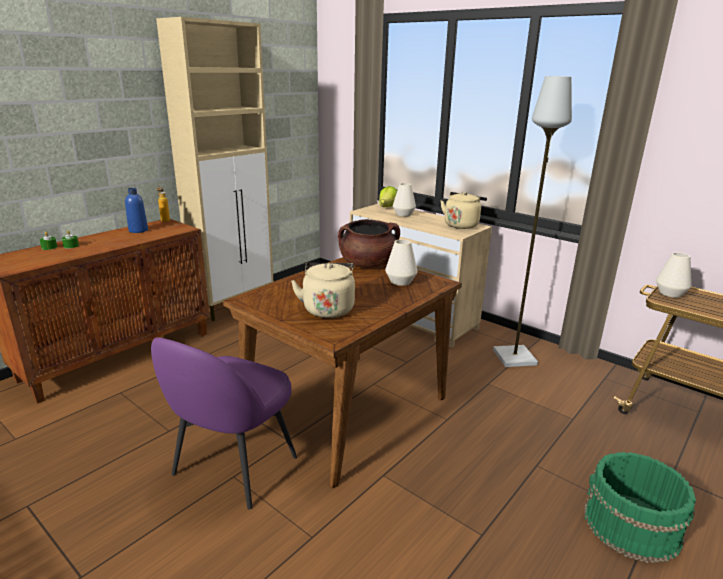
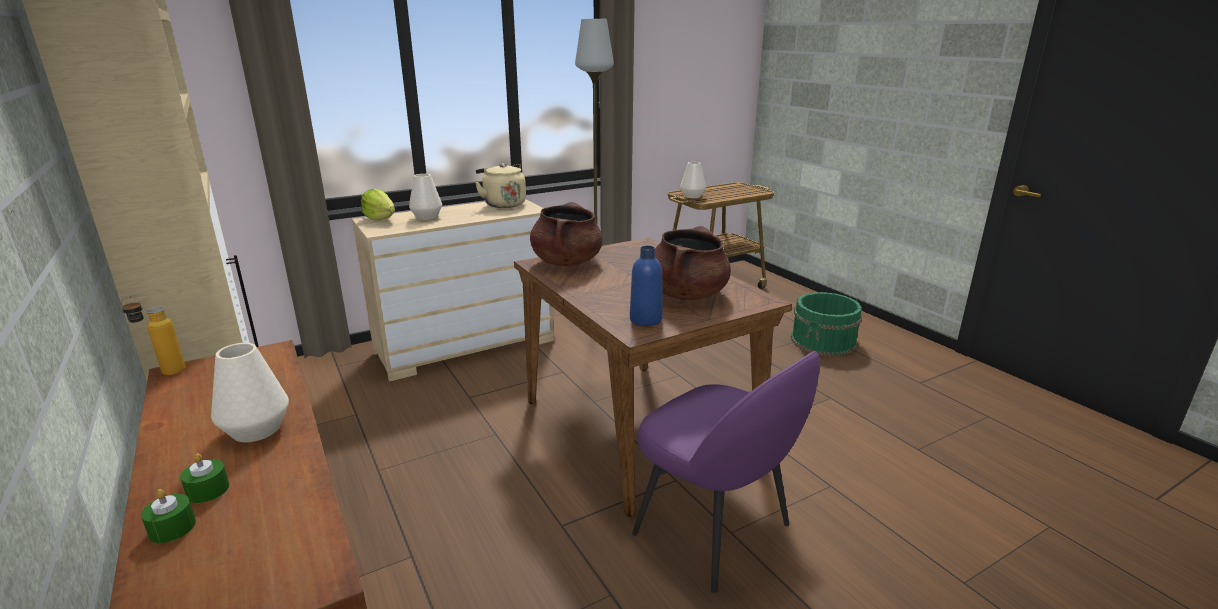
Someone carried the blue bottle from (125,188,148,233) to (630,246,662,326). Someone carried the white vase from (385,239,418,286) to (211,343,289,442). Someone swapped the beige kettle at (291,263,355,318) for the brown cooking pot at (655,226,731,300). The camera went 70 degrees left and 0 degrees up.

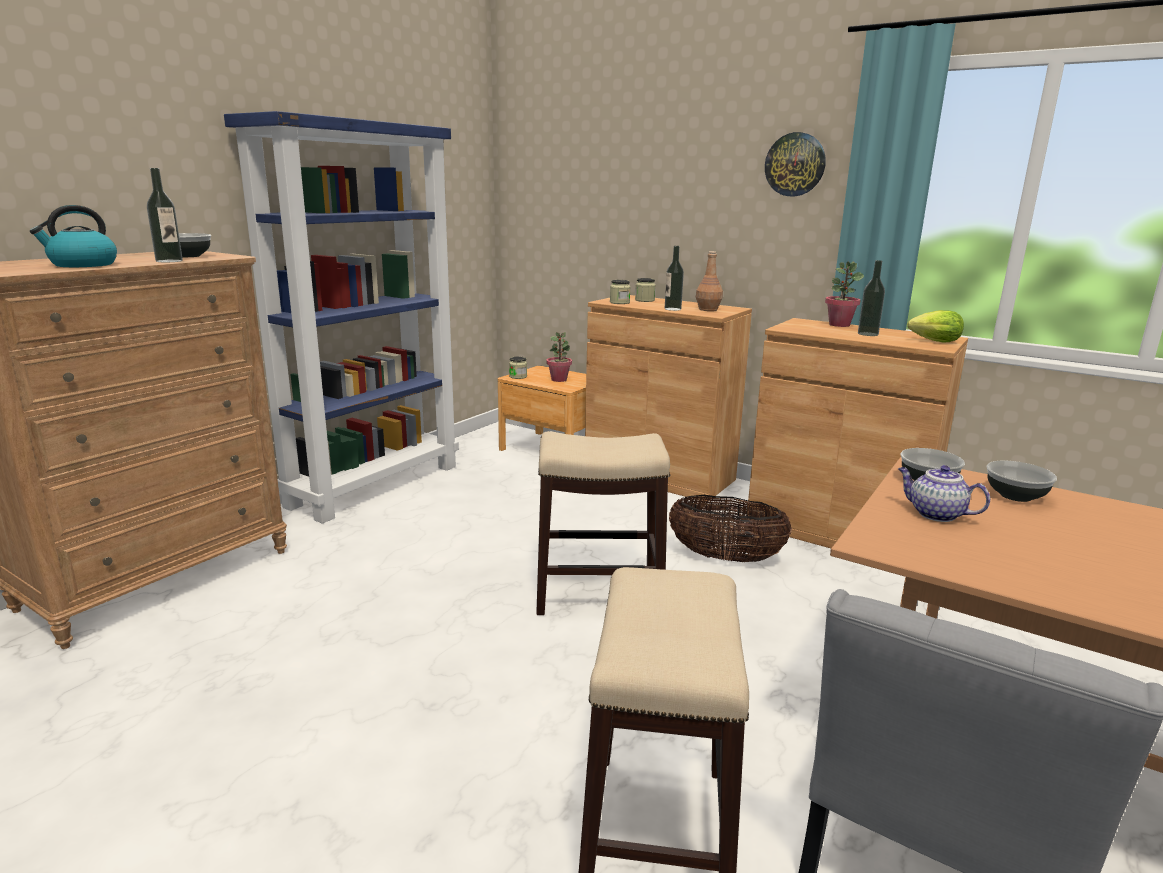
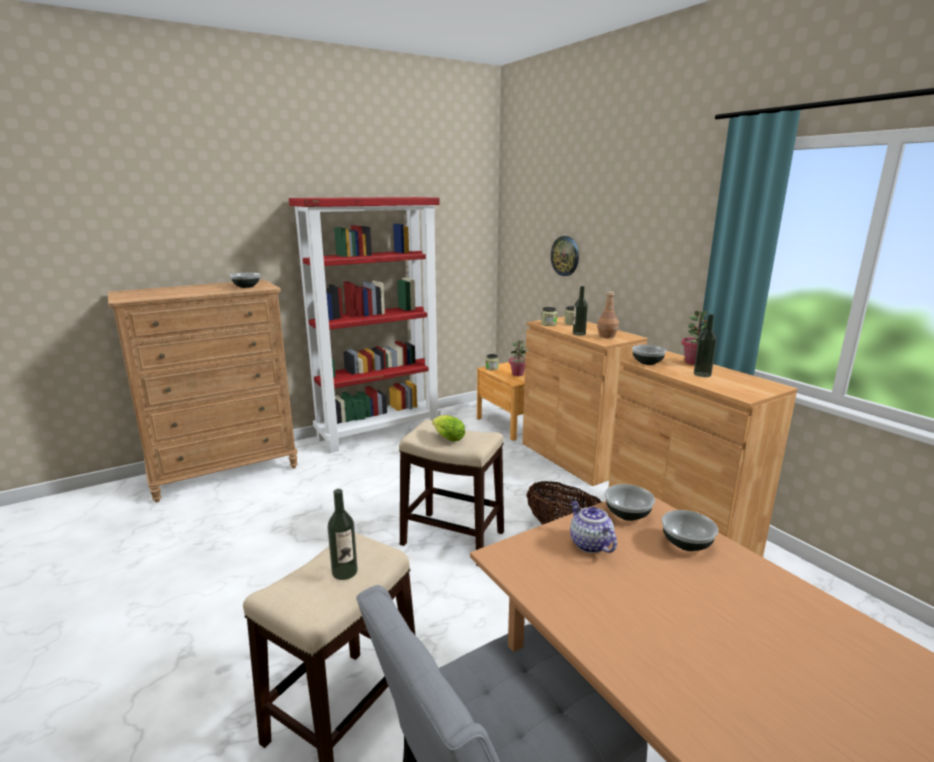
Someone repainted the blue bookcase at (224,111,459,523), which became the red bookcase at (289,197,441,453). Someone carried the wall clock from (765,132,826,196) to (551,236,579,276). Someone carried the bottle from (147,168,183,262) to (327,489,358,580). Someone took away the kettle at (30,205,117,267). Someone carried the lettuce from (907,310,964,342) to (432,415,465,442). Someone put down the bowl at (632,345,666,365). The camera went 25 degrees right and 0 degrees up.

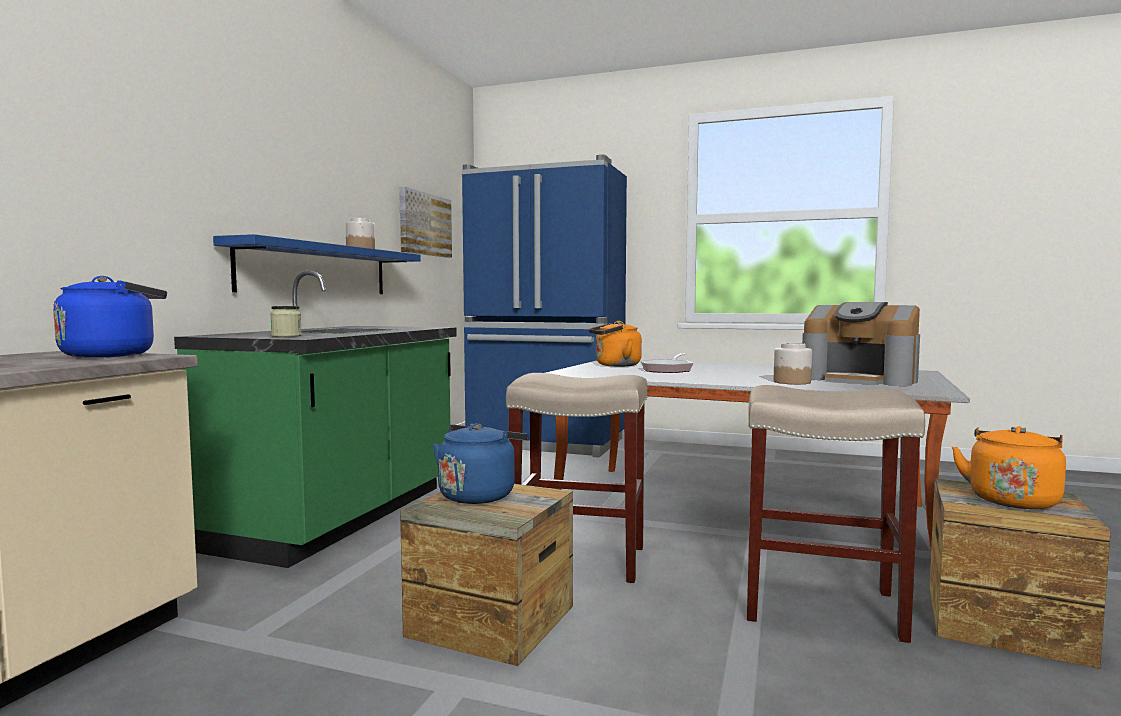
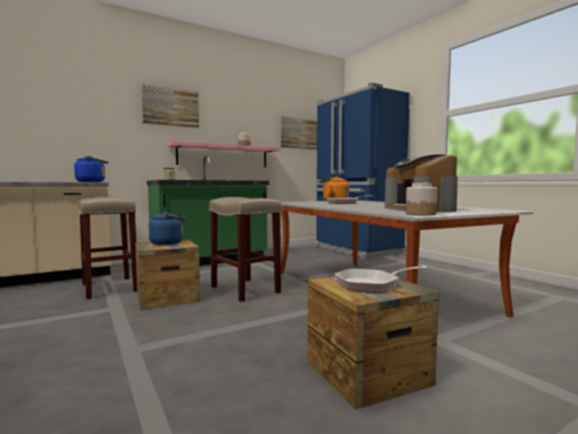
Someone repainted the blue shelf at (213,234,421,294), which became the pink shelf at (168,141,280,168). Someone carried the jar from (774,343,812,384) to (406,183,437,216). Someone carried the beige stool from (747,385,925,643) to (78,197,137,299). Someone swapped the orange kettle at (952,426,1066,509) for the frying pan at (334,266,427,293). Someone put up the picture at (141,84,199,128). The camera went 40 degrees right and 0 degrees up.

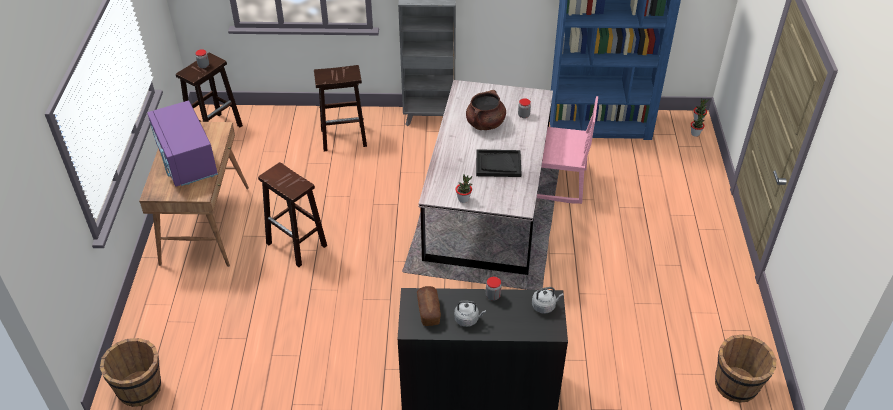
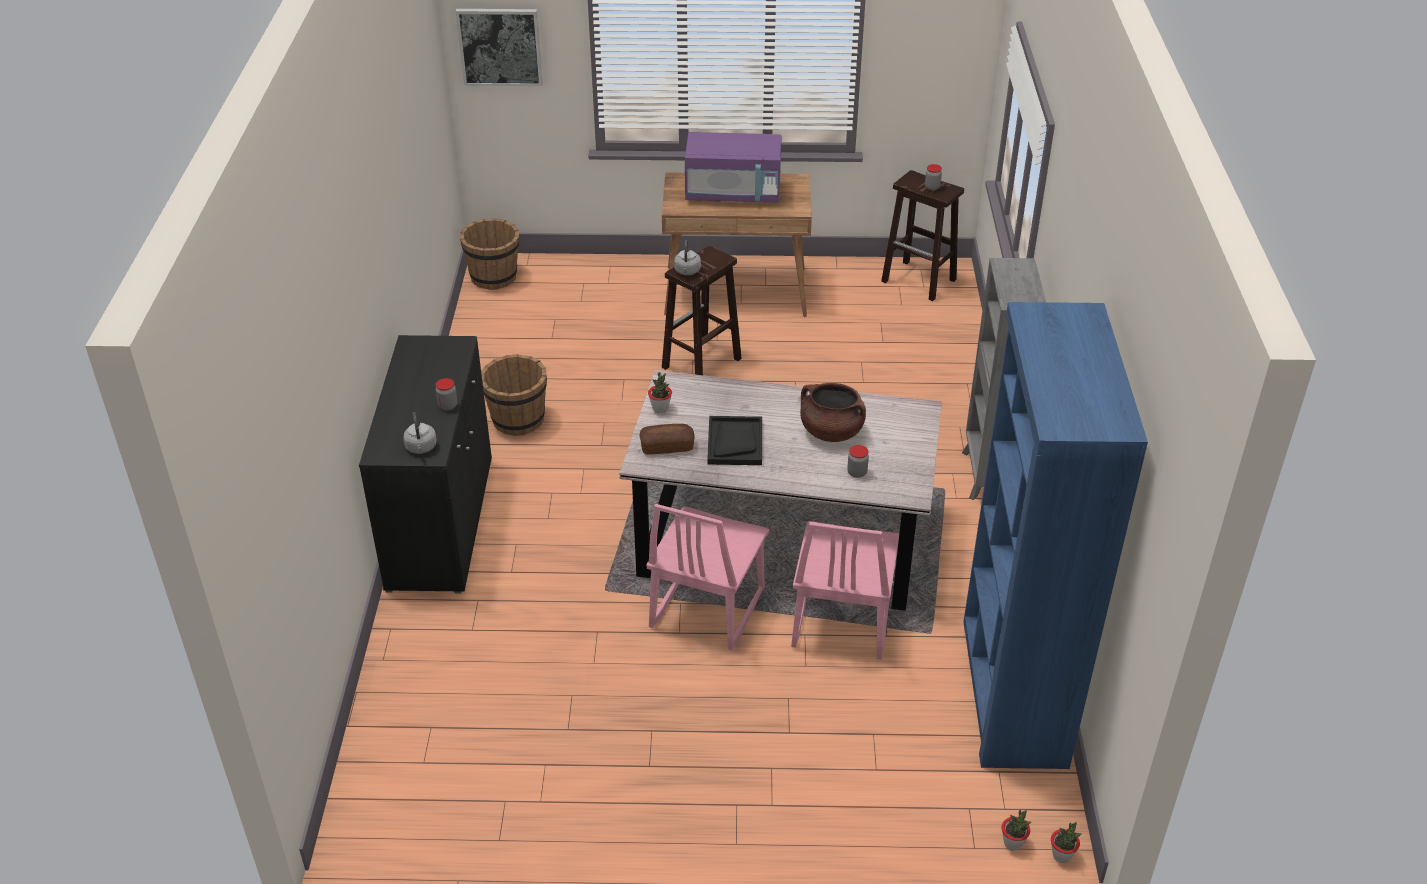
Someone took away the brown stool at (314,65,367,152). Someone rotated the purple microwave at (147,101,218,187) by 150 degrees counterclockwise. Someone carried the bread from (417,286,441,326) to (640,424,695,455). Someone carried the grey kettle from (454,301,486,327) to (674,240,701,275). Someone carried the brown bucket from (715,334,776,403) to (481,354,547,436). Someone put up the picture at (456,9,543,86). Someone put down the pink chair at (646,504,769,651). The camera went 90 degrees right and 5 degrees down.

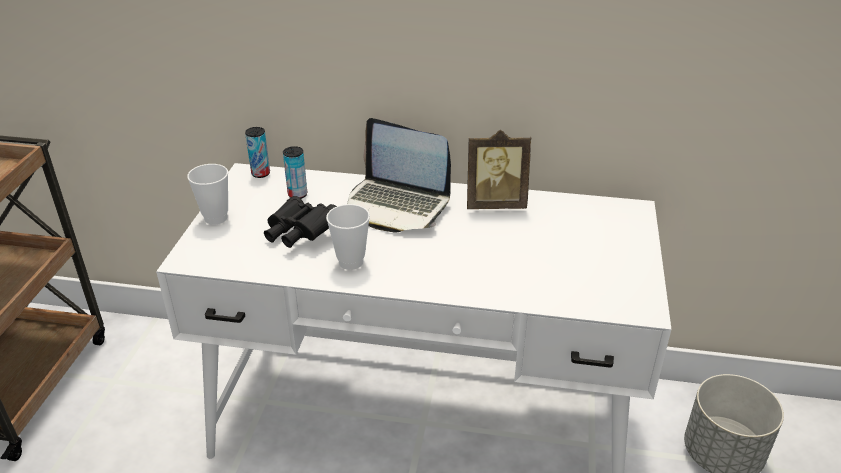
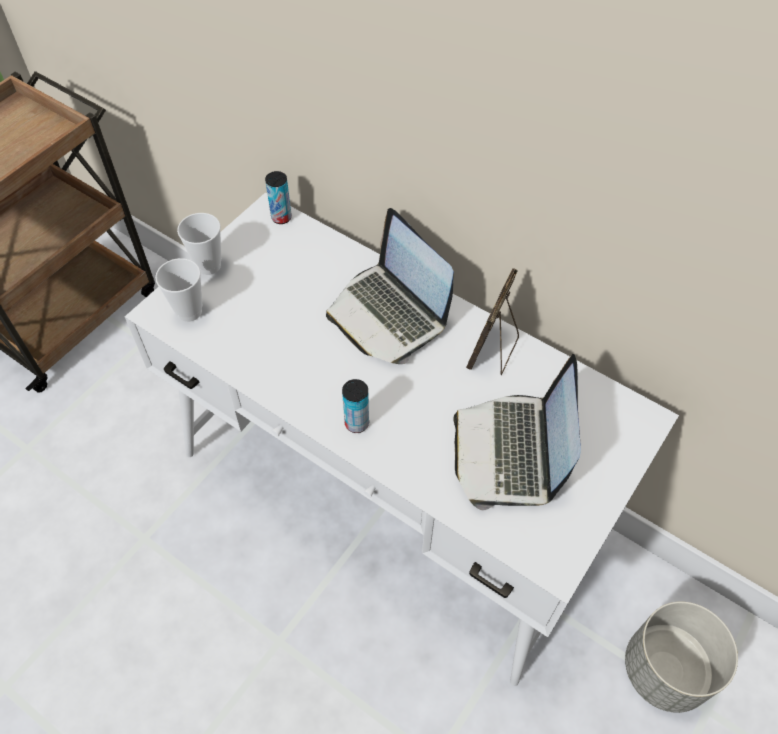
Someone rotated the picture frame at (467,130,531,209) by 90 degrees clockwise. Someone carried the can from (283,146,307,199) to (342,379,369,433). Someone took away the black binoculars at (264,196,337,248). Someone carried the cup from (326,204,370,270) to (155,258,202,322). Someone put down the laptop at (453,354,581,510). The camera went 25 degrees right and 20 degrees up.

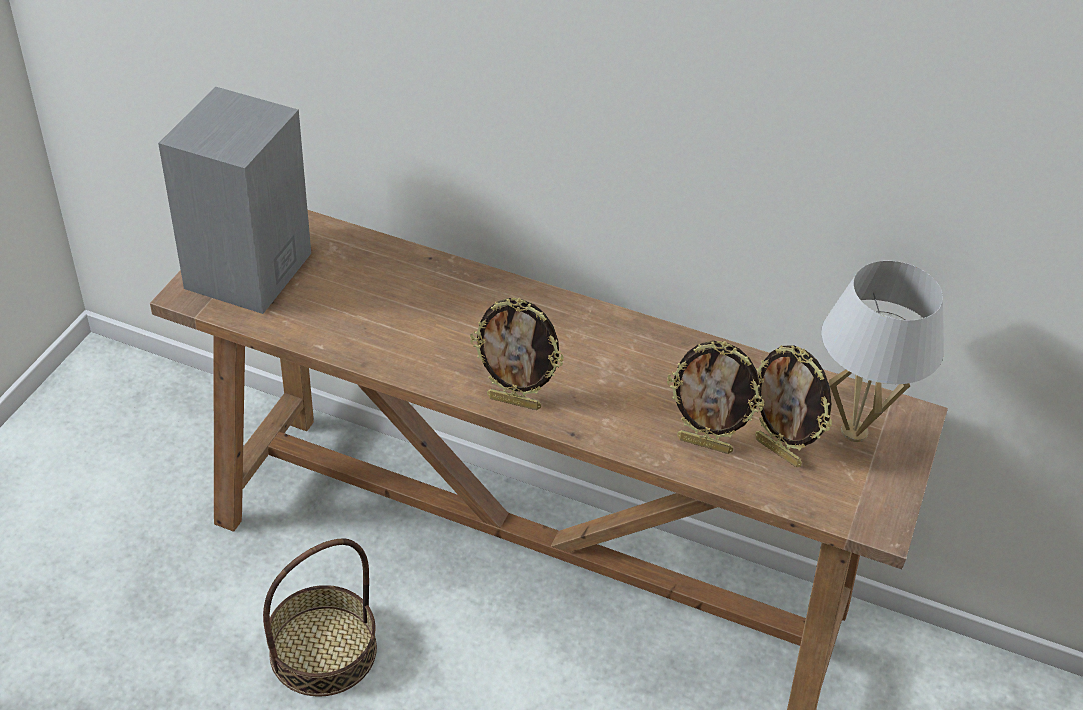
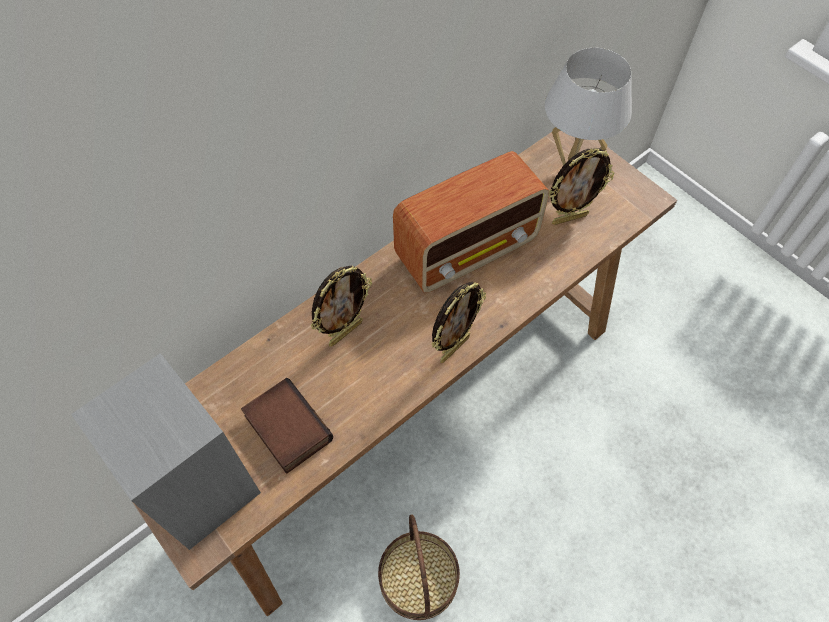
Someone carried the picture frame from (667,341,764,454) to (311,266,372,347). Someone put down the radio at (393,151,549,293). Someone put down the book at (241,378,333,474). The camera went 60 degrees left and 15 degrees up.

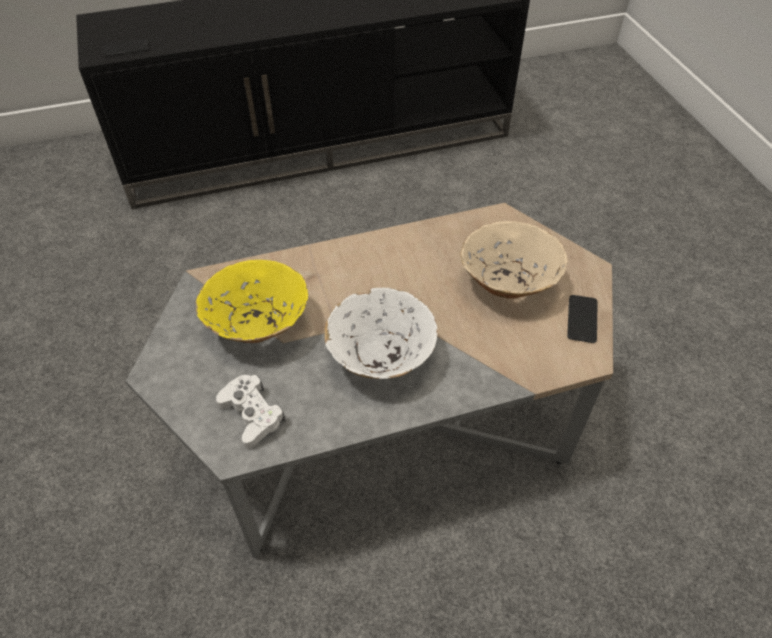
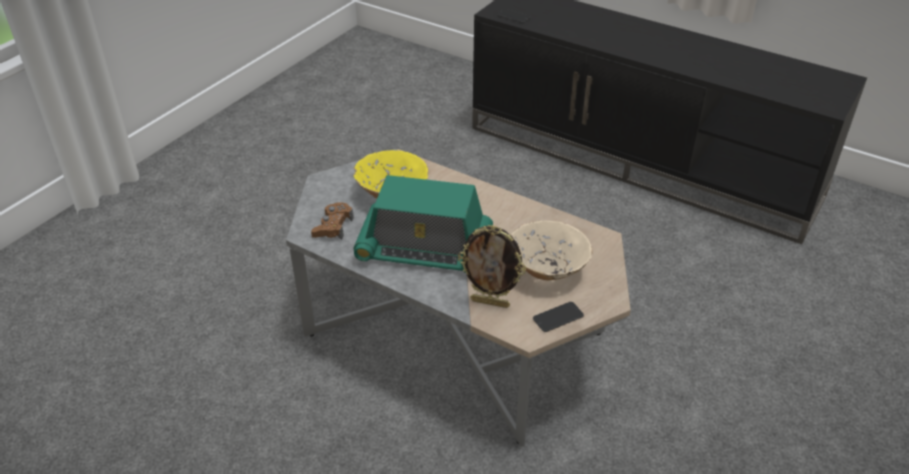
Someone swapped the white bowl at (324,288,438,379) for the radio at (354,175,493,273). Someone repainted the white game controller at (216,375,286,448), which became the brown game controller at (311,202,354,240). Someone put down the picture frame at (458,225,526,308). The camera went 50 degrees right and 10 degrees down.

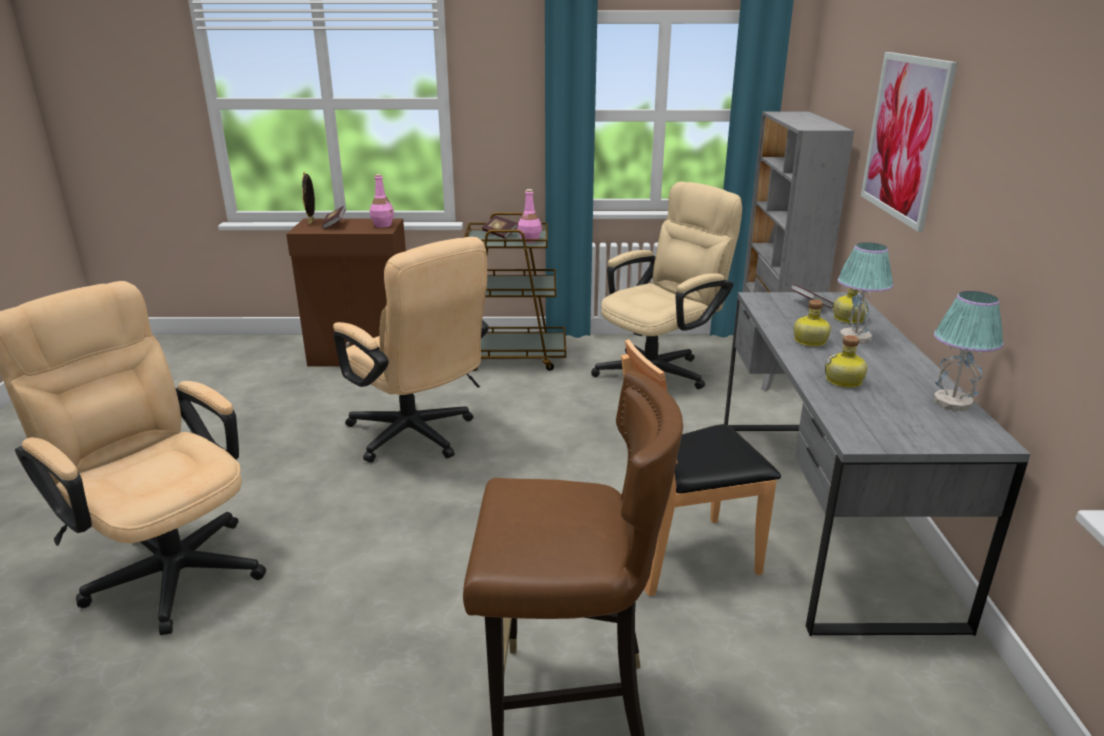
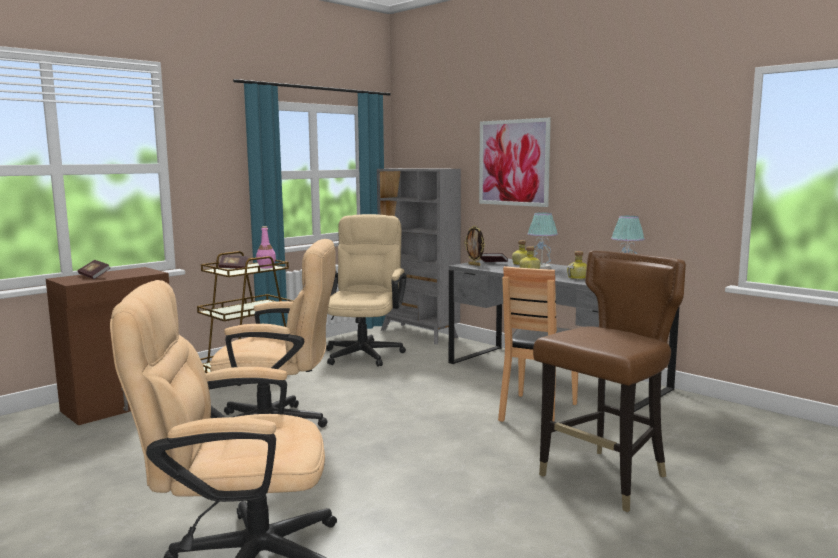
Someone carried the picture frame from (302,172,315,225) to (464,225,485,266). Someone took away the pink bottle at (370,174,394,228). The camera went 45 degrees left and 15 degrees down.

